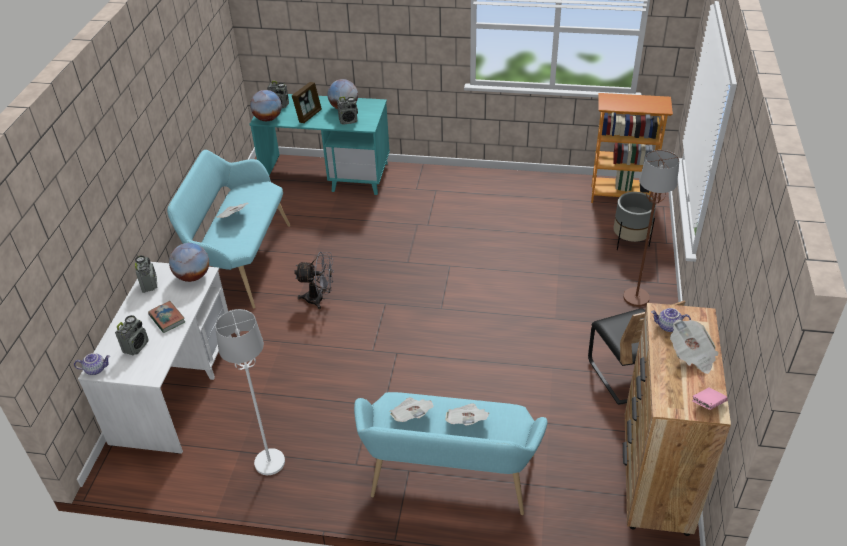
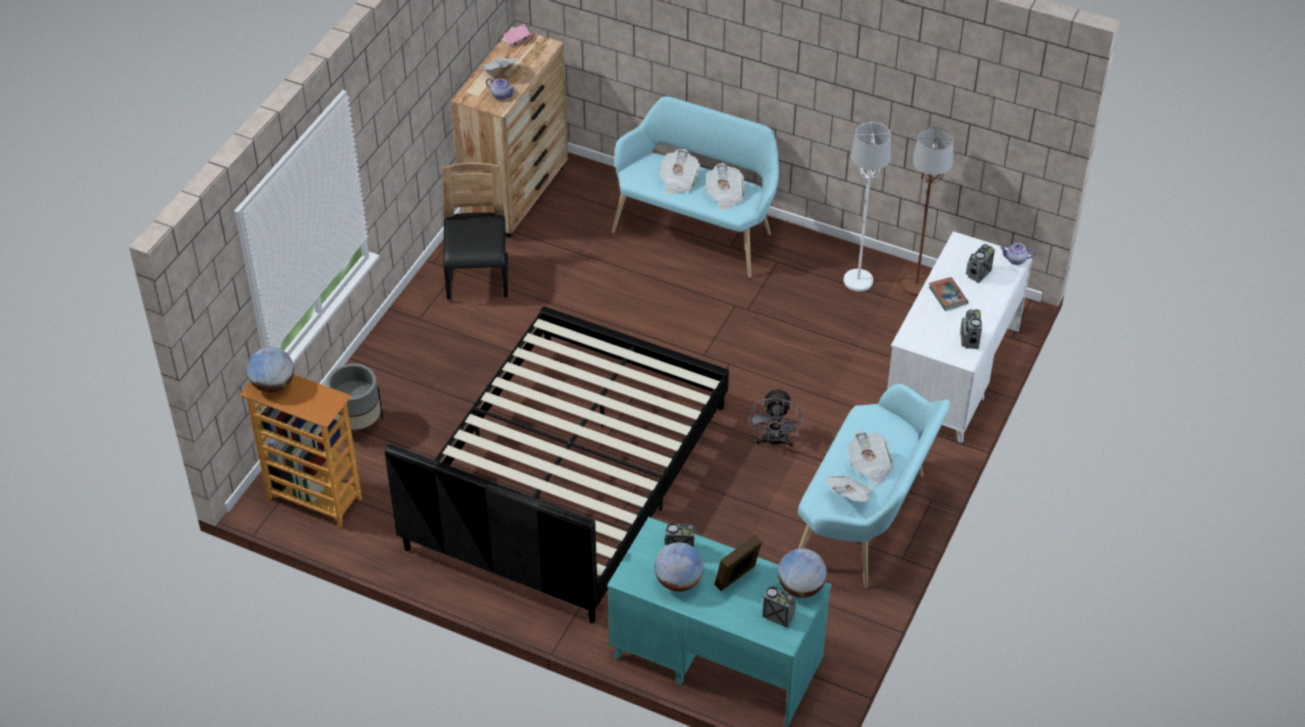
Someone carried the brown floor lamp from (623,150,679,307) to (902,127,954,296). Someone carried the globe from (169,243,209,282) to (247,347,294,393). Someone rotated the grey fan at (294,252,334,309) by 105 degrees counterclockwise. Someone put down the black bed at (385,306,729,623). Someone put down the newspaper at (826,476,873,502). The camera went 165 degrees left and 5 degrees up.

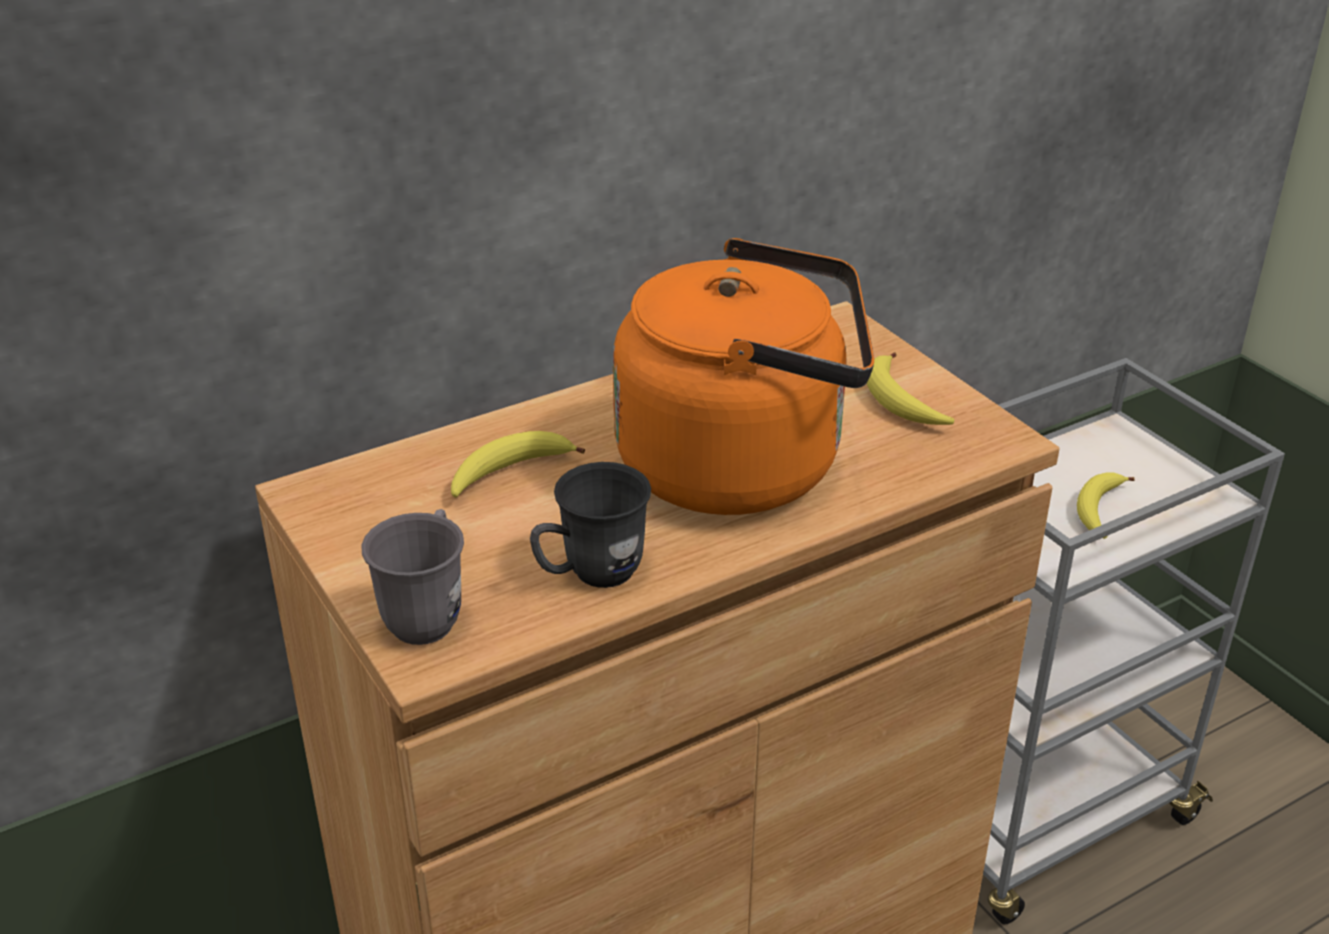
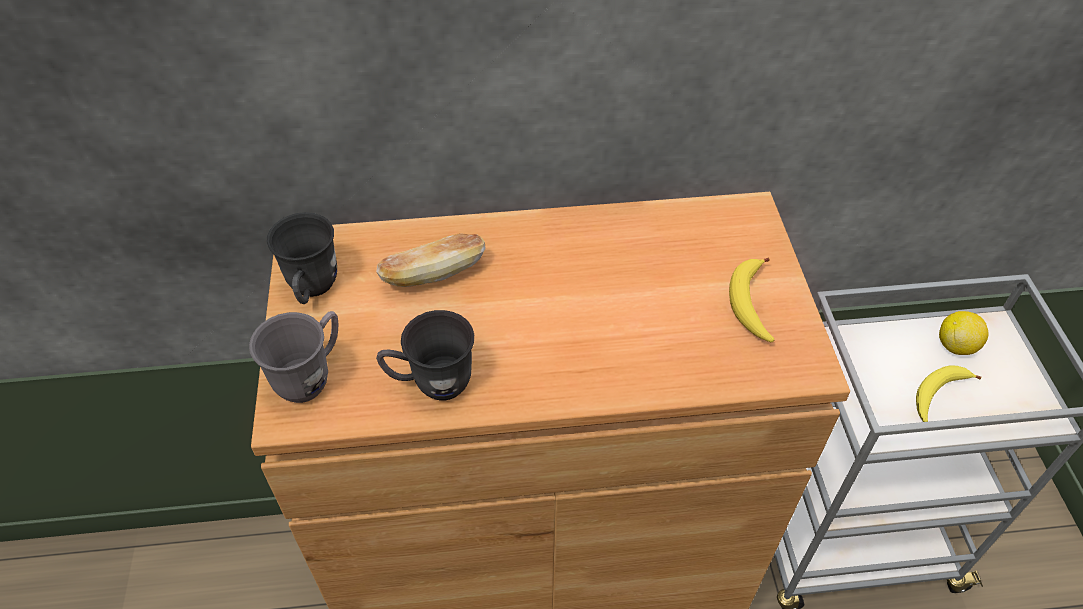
Someone took away the orange kettle at (613,238,874,515). Someone swapped the banana at (451,431,585,497) for the bread at (376,233,485,287). Someone put down the grey mug at (267,212,337,304). Someone put down the lemon at (939,311,988,355). The camera went 25 degrees right and 15 degrees up.

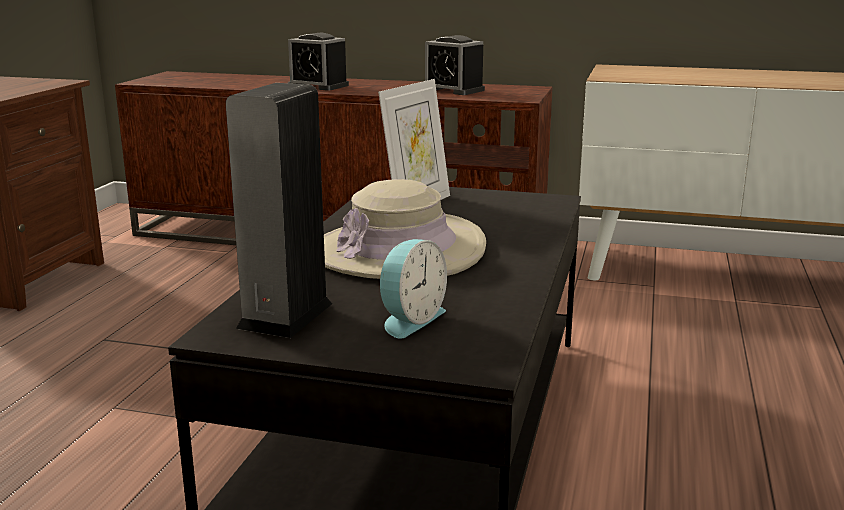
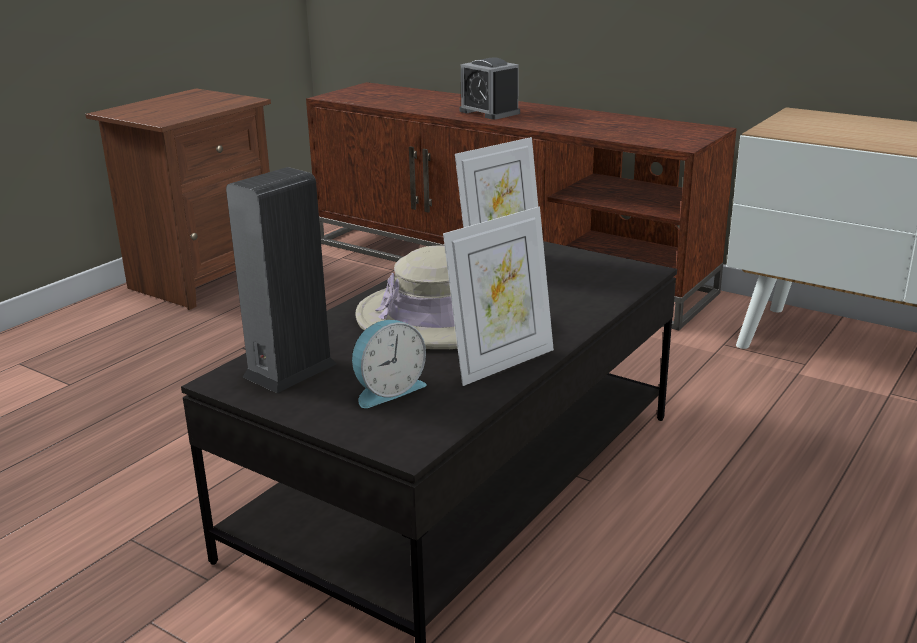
Someone took away the alarm clock at (425,35,485,95). Someone put down the picture frame at (443,207,554,386). The camera went 20 degrees right and 5 degrees up.

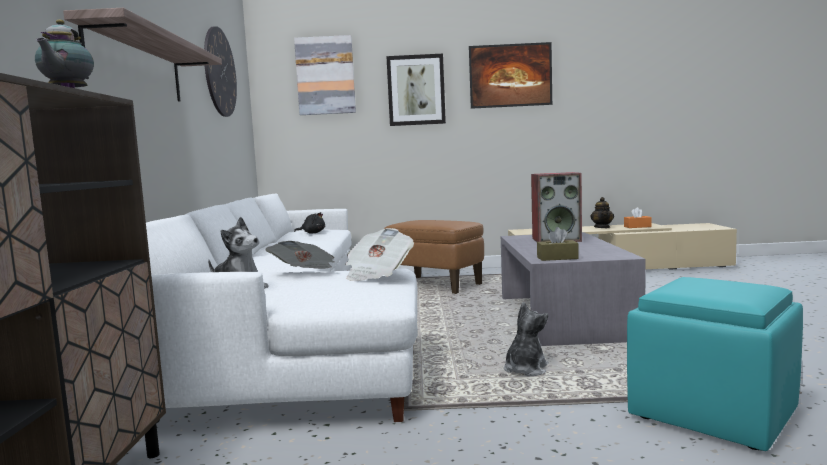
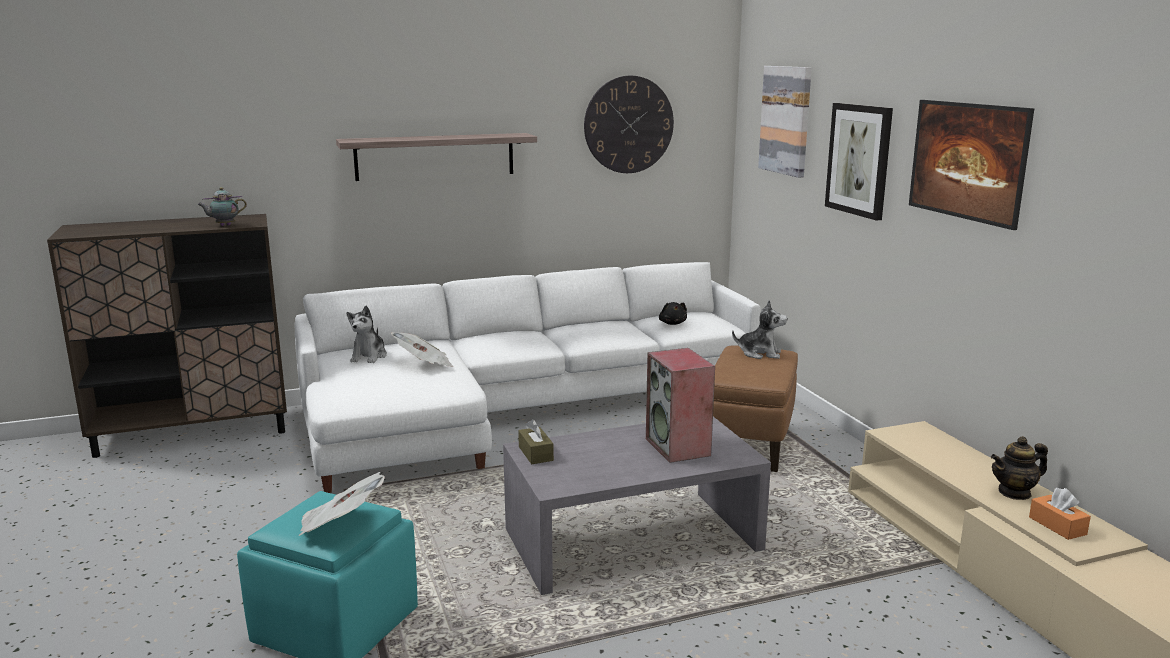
Someone carried the newspaper from (345,228,414,281) to (299,472,385,536). Someone carried the plush toy from (504,302,549,376) to (732,300,787,359). The camera went 70 degrees right and 10 degrees up.

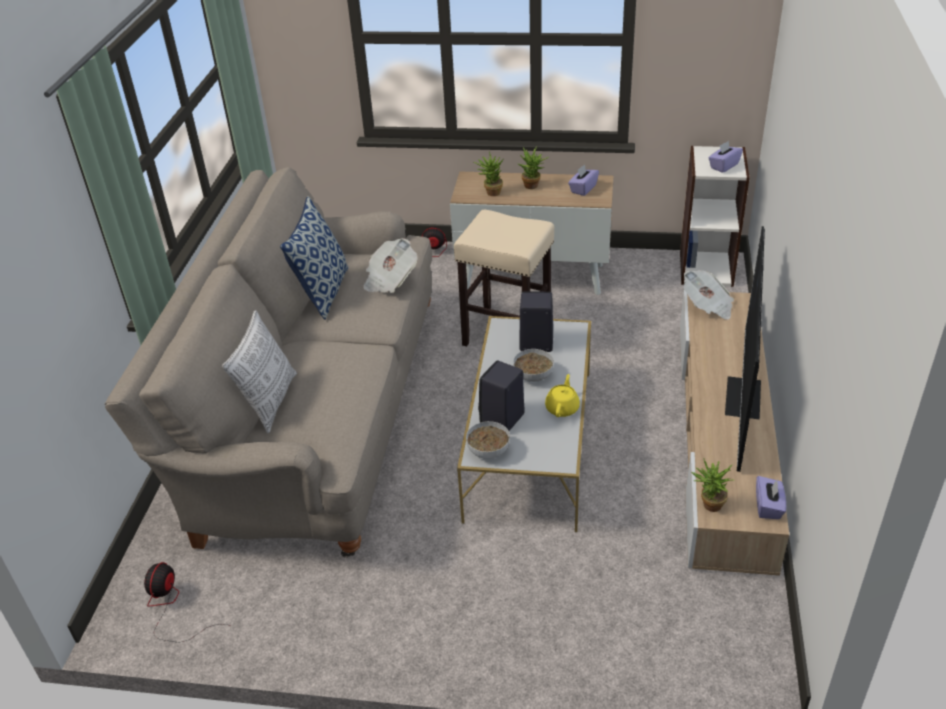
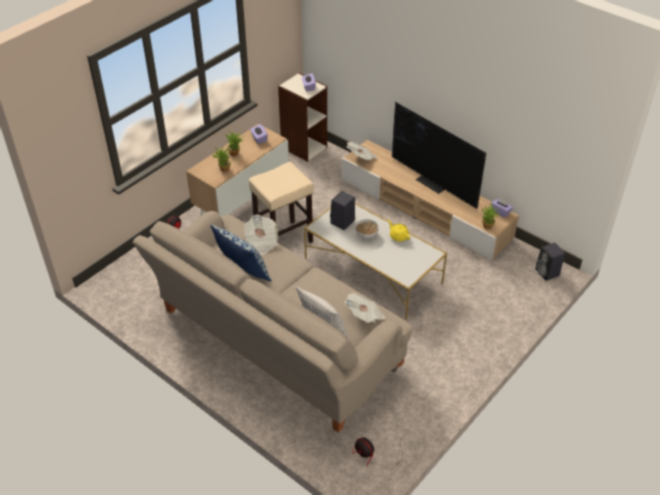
Someone carried the black speaker from (478,361,525,431) to (535,243,565,281). Someone took away the bowl at (466,421,510,459). Someone put down the newspaper at (344,293,385,323). The camera went 60 degrees left and 5 degrees up.

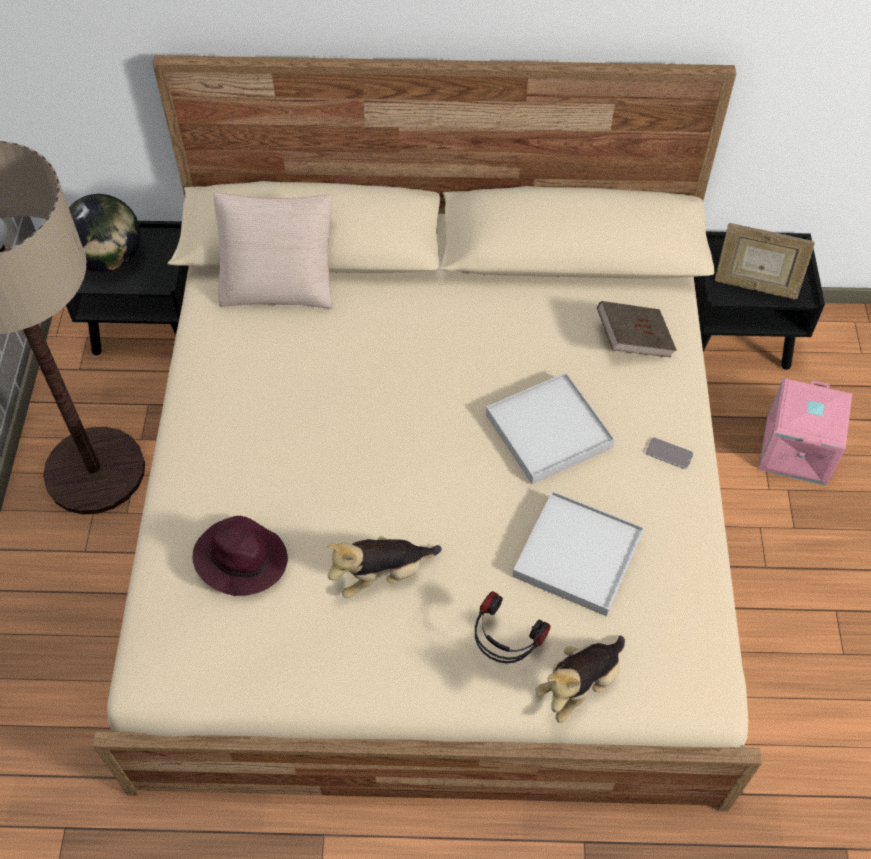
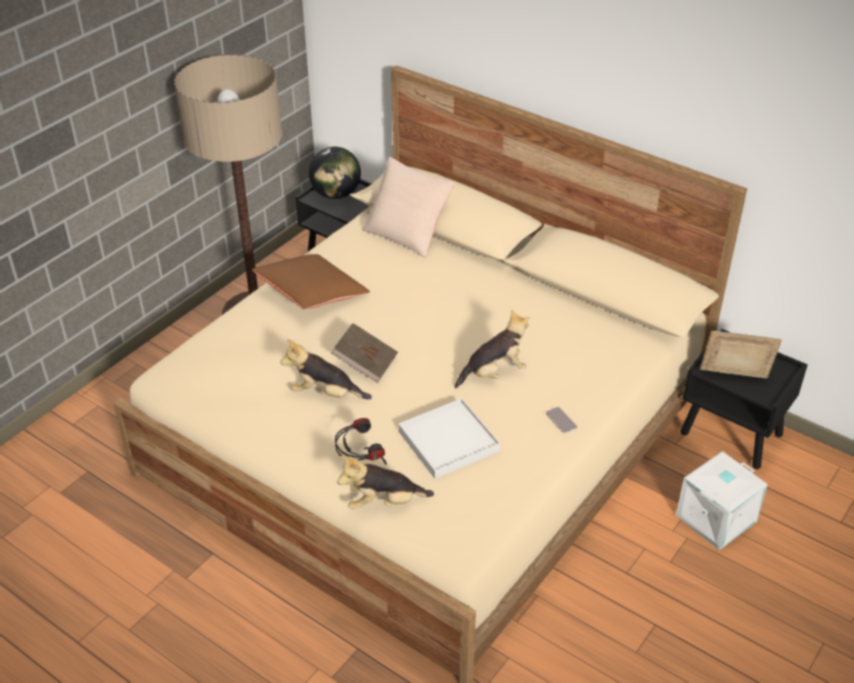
Someone rotated the picture frame at (715,223,815,299) by 135 degrees clockwise. Someone carried the brown book from (597,301,677,357) to (332,323,398,383). Someone swapped the white tray at (486,372,615,485) for the plush toy at (455,310,530,388). Someone repainted the pink storage box at (758,378,852,486), which became the white storage box at (676,451,768,550). Someone took away the purple hat at (193,516,288,596). Someone put down the brown pillow at (252,254,370,310). The camera went 35 degrees right and 15 degrees down.

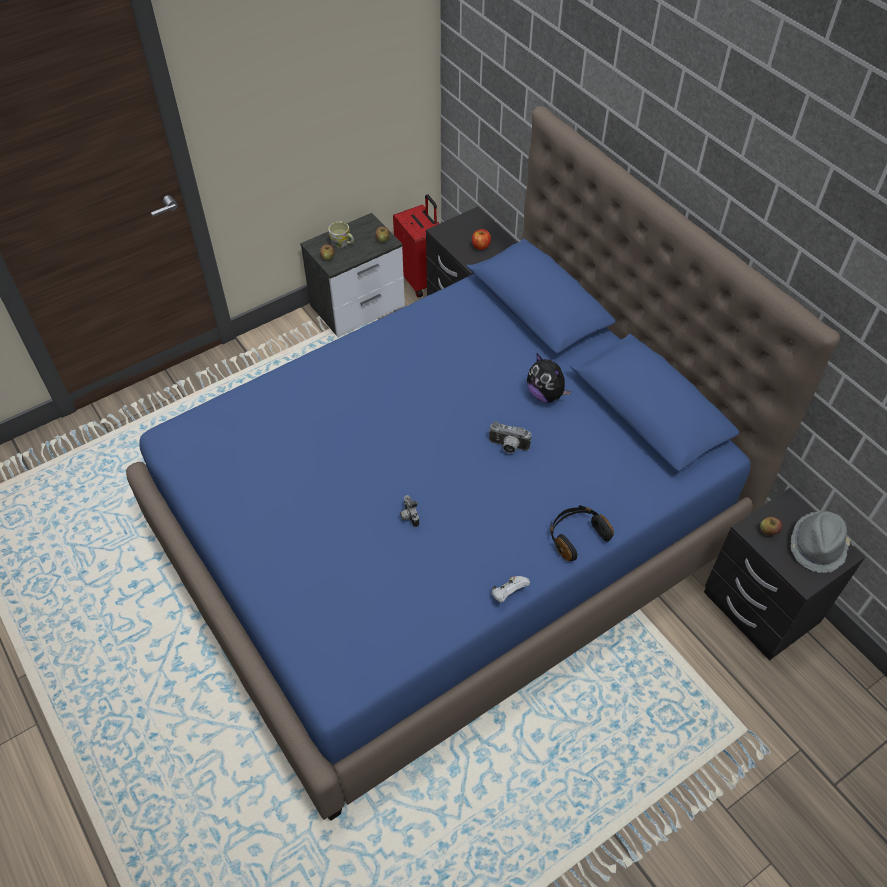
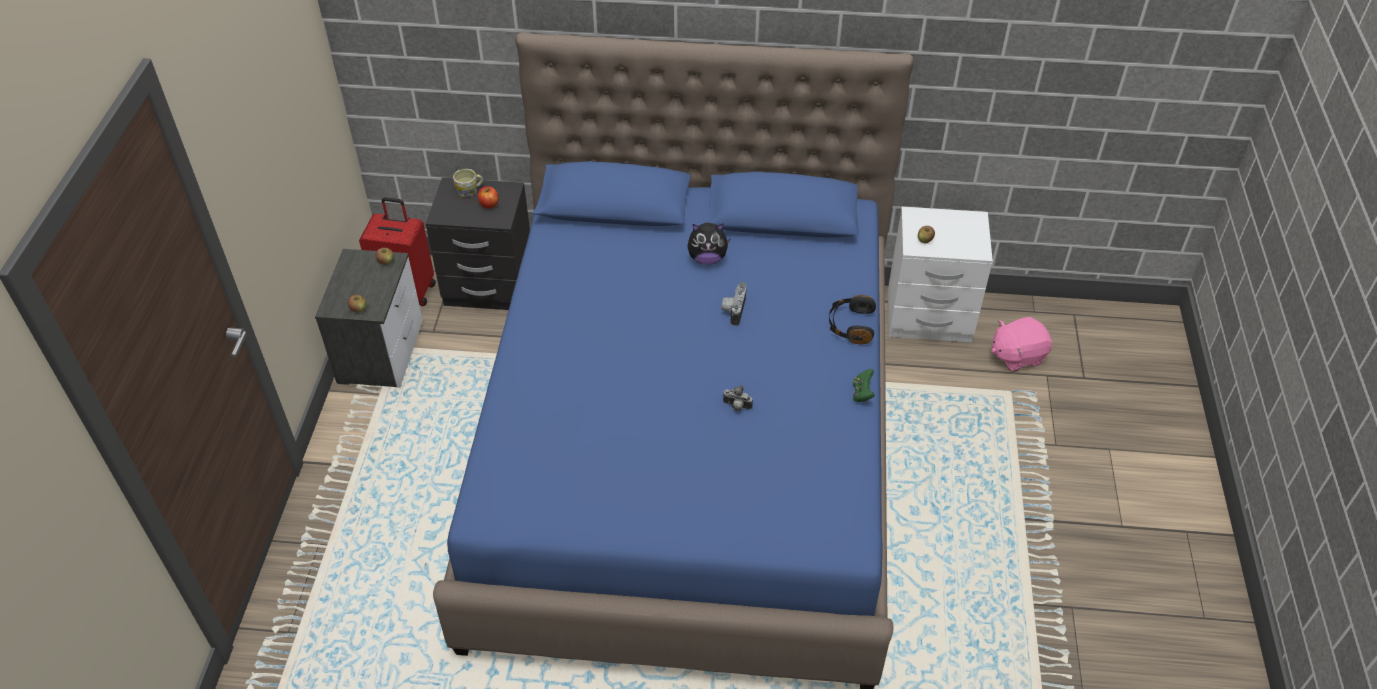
Someone carried the mug from (328,221,354,248) to (453,169,483,197). Someone rotated the photo camera at (489,422,532,453) by 135 degrees clockwise. Someone repainted the black nightstand at (704,488,865,661), which became the white nightstand at (888,207,993,342). Someone took away the grey hat at (790,511,850,573). Someone repainted the white game controller at (492,576,530,603), which became the green game controller at (853,369,875,402). Someone put down the pink plush toy at (991,317,1052,372). The camera went 50 degrees left and 5 degrees down.

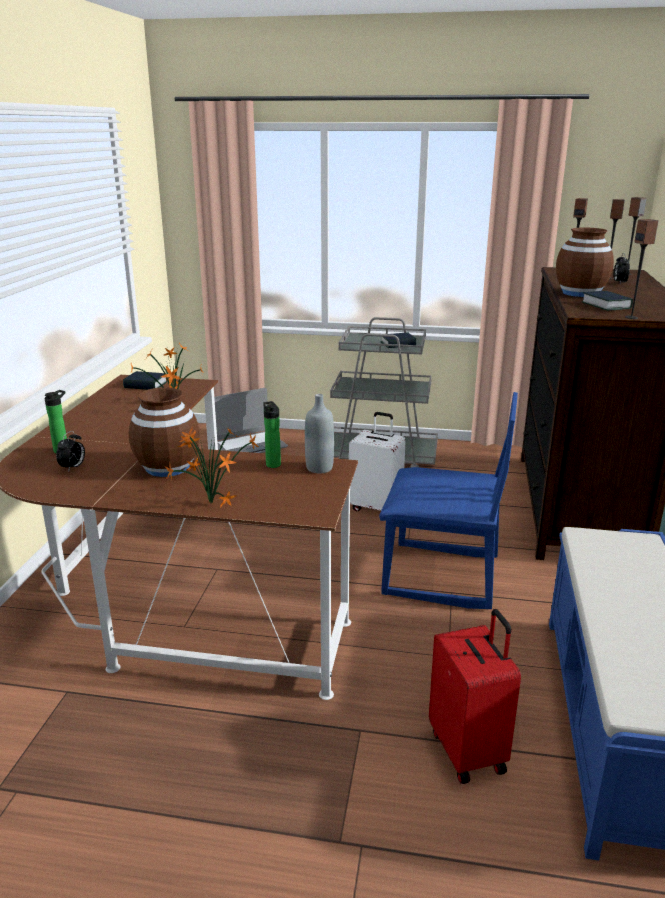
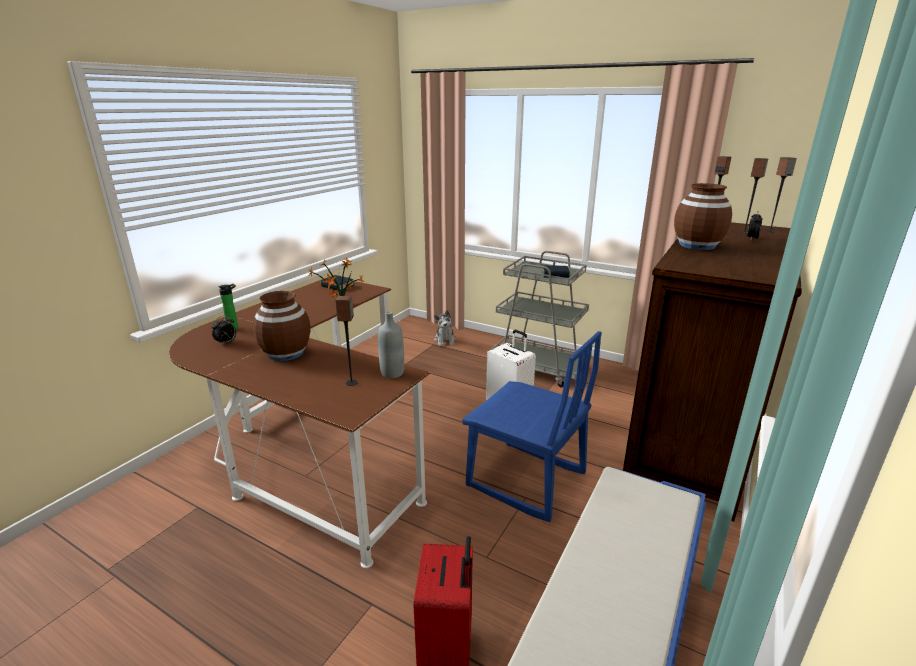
Someone carried the speaker from (625,219,658,319) to (336,296,358,386). Someone took away the book at (582,291,633,311). Someone swapped the laptop at (214,388,288,453) for the plush toy at (434,310,456,346). Someone took away the bottle at (264,401,281,468). Someone took away the potted plant at (164,427,259,507). The camera went 20 degrees right and 0 degrees up.

